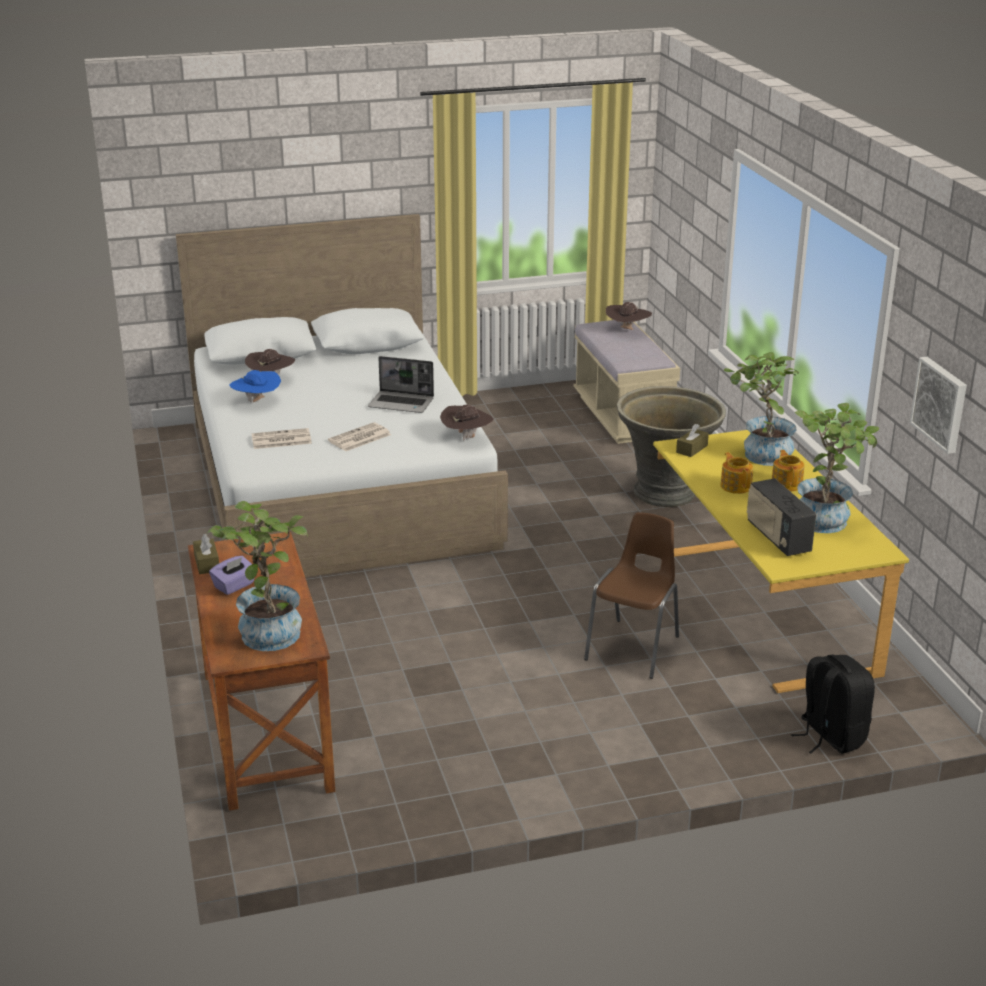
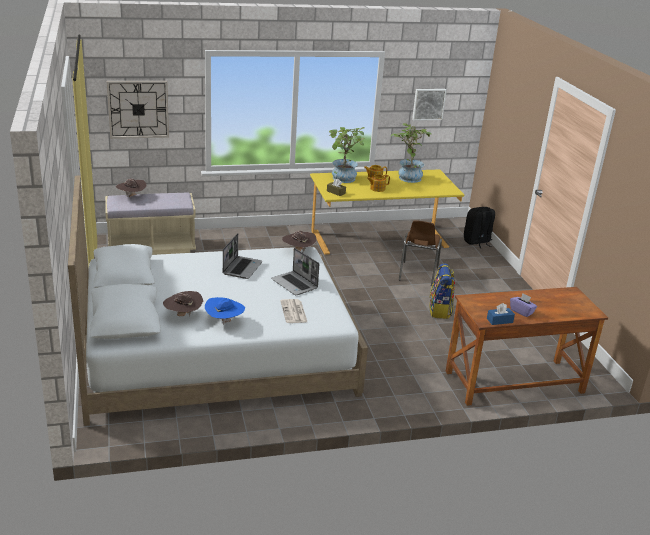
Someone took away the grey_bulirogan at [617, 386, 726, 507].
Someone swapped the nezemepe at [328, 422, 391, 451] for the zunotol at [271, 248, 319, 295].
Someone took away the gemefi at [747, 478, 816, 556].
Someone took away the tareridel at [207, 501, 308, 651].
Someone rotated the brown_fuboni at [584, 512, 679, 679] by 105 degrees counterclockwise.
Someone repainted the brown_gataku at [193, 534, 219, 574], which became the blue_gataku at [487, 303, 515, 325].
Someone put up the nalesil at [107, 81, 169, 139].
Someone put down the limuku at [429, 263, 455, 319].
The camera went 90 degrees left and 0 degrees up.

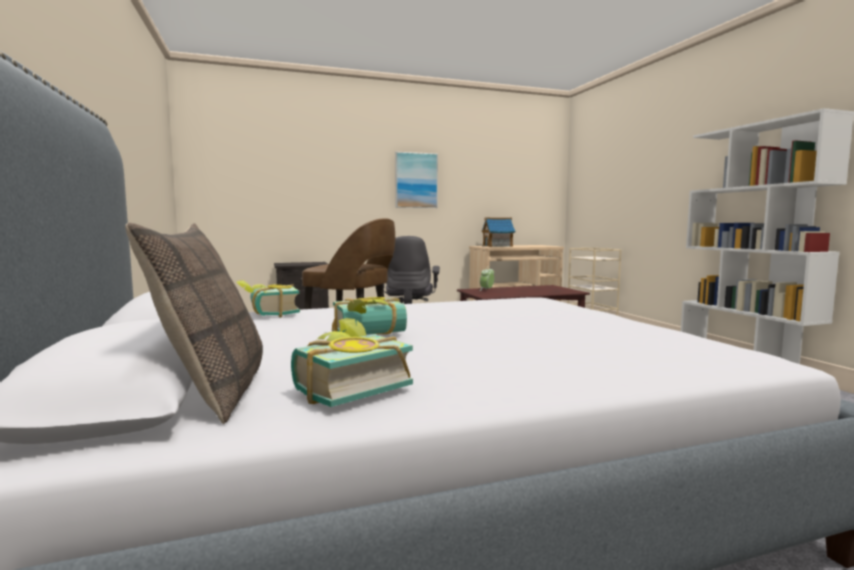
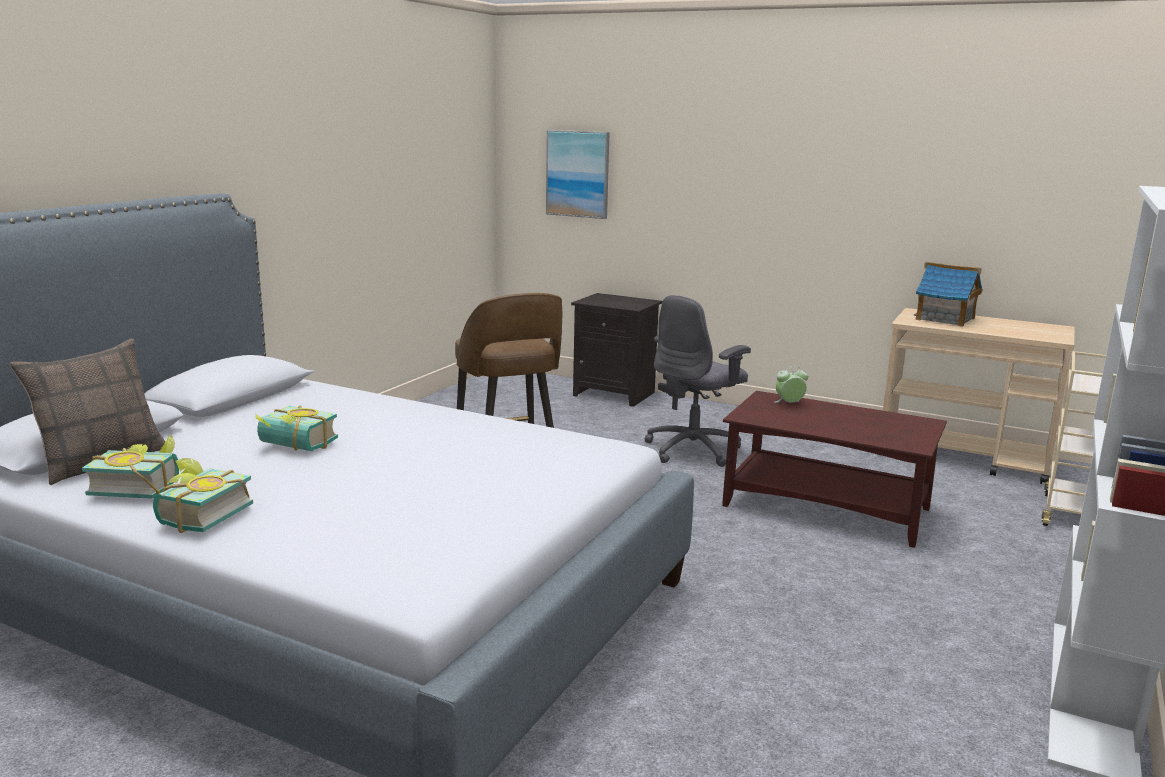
Someone carried the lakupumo from [395, 152, 438, 208] to [546, 130, 610, 219].
Someone carried the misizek from [236, 280, 300, 318] to [153, 458, 253, 533].
The camera went 45 degrees right and 10 degrees up.

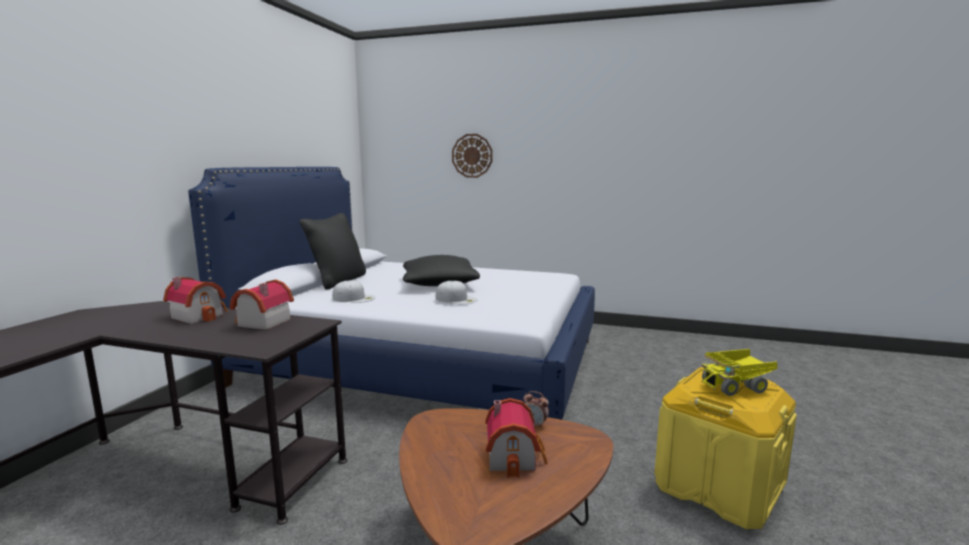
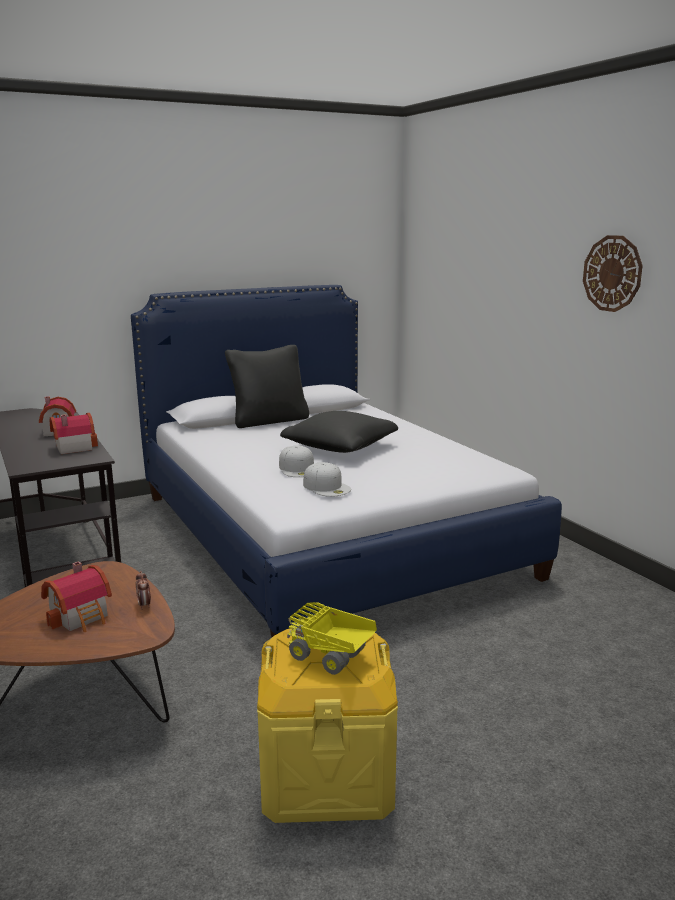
Someone carried the nalesil from [452, 134, 492, 178] to [583, 235, 643, 312].
Someone carried the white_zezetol from [332, 280, 376, 303] to [303, 462, 351, 497].
The camera went 45 degrees right and 5 degrees up.

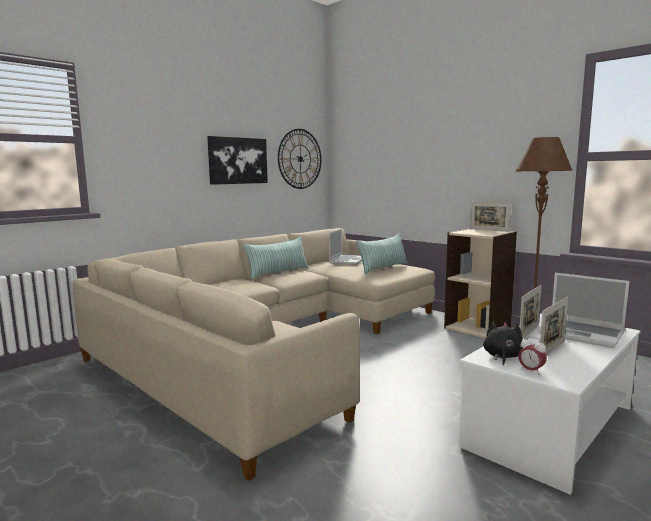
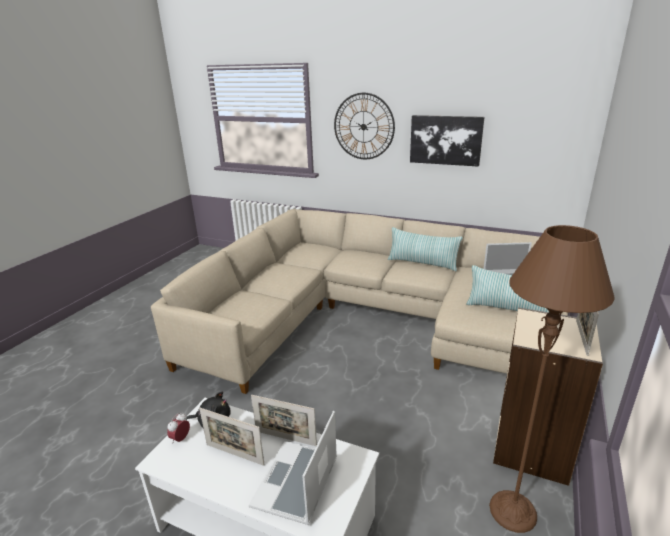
Someone carried the nalesil from [278, 129, 321, 189] to [334, 93, 395, 159].
The camera went 70 degrees right and 15 degrees up.

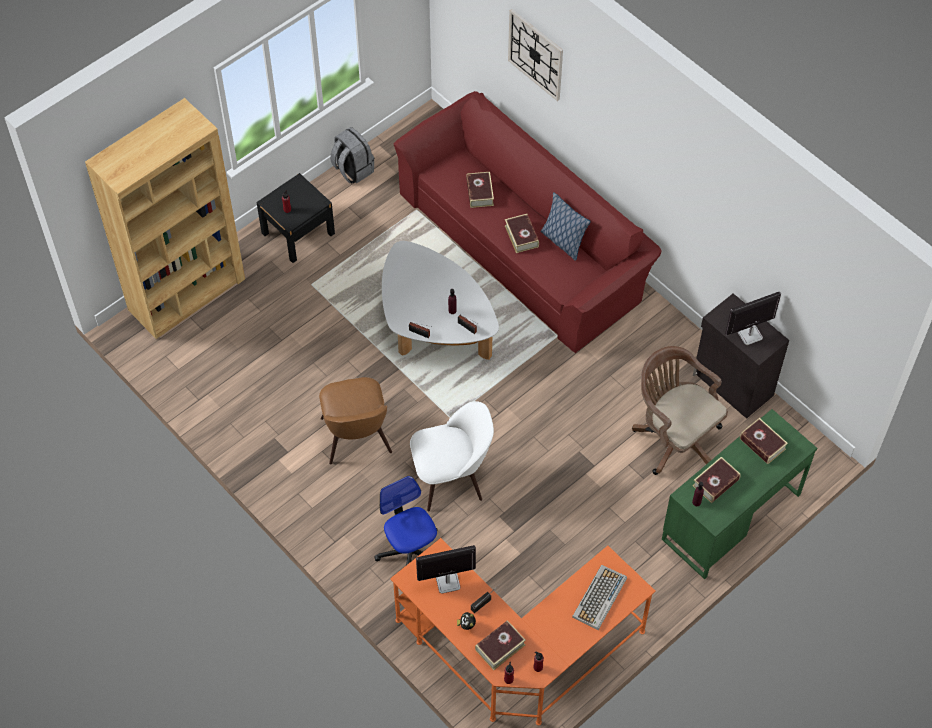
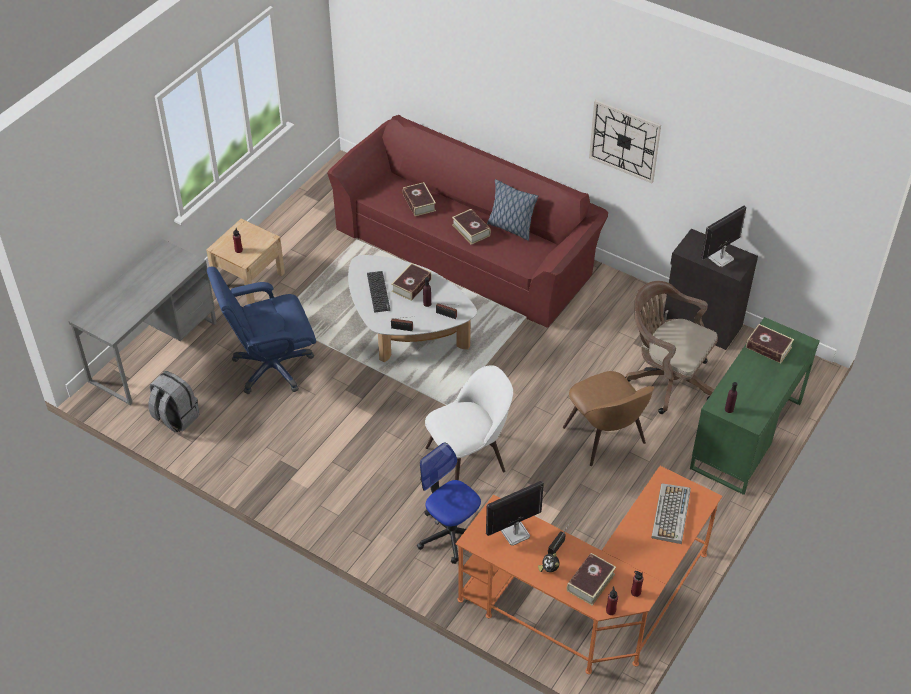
Someone carried the nalesil from [508, 9, 563, 101] to [589, 100, 661, 183].
Someone swapped the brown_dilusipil at [85, 98, 245, 339] for the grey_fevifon at [68, 239, 217, 405].
Someone carried the grey_limuku from [330, 127, 374, 184] to [148, 371, 199, 433].
Someone repainted the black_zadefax at [257, 173, 335, 263], which became the beige_zadefax at [206, 219, 285, 304].
Someone carried the brown_fuboni from [319, 377, 392, 464] to [563, 371, 654, 466].
Someone carried the misizek from [692, 457, 741, 503] to [392, 263, 432, 301].
Someone put down the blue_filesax at [207, 267, 316, 394].
Someone put down the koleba at [367, 271, 390, 313].
The camera went 15 degrees left and 10 degrees down.

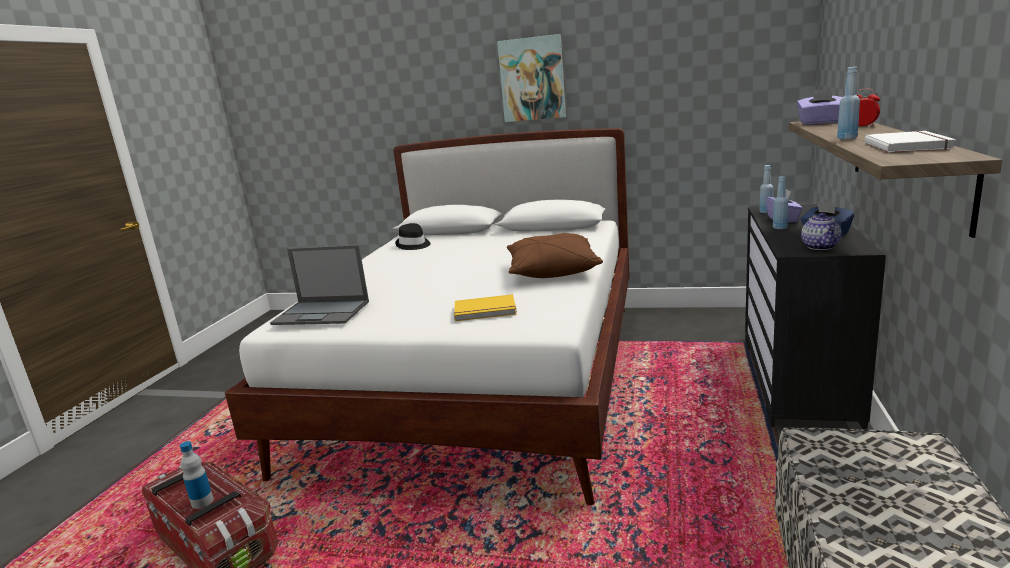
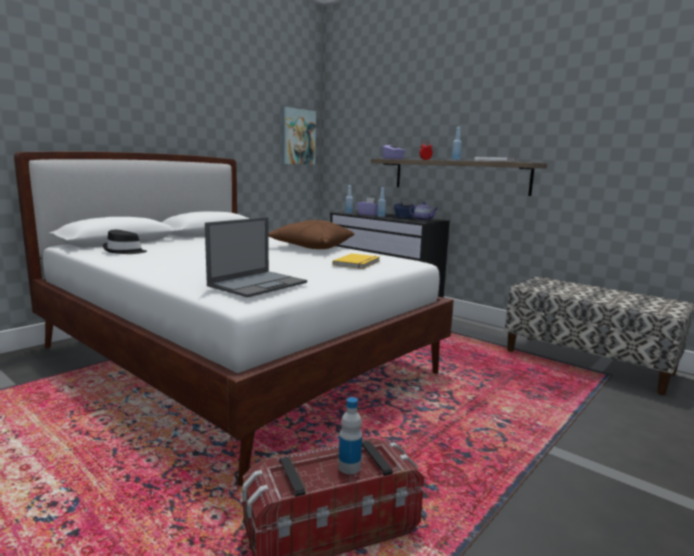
Someone carried the lakupumo from [497, 34, 566, 122] to [282, 107, 316, 165].
The camera went 65 degrees left and 5 degrees down.

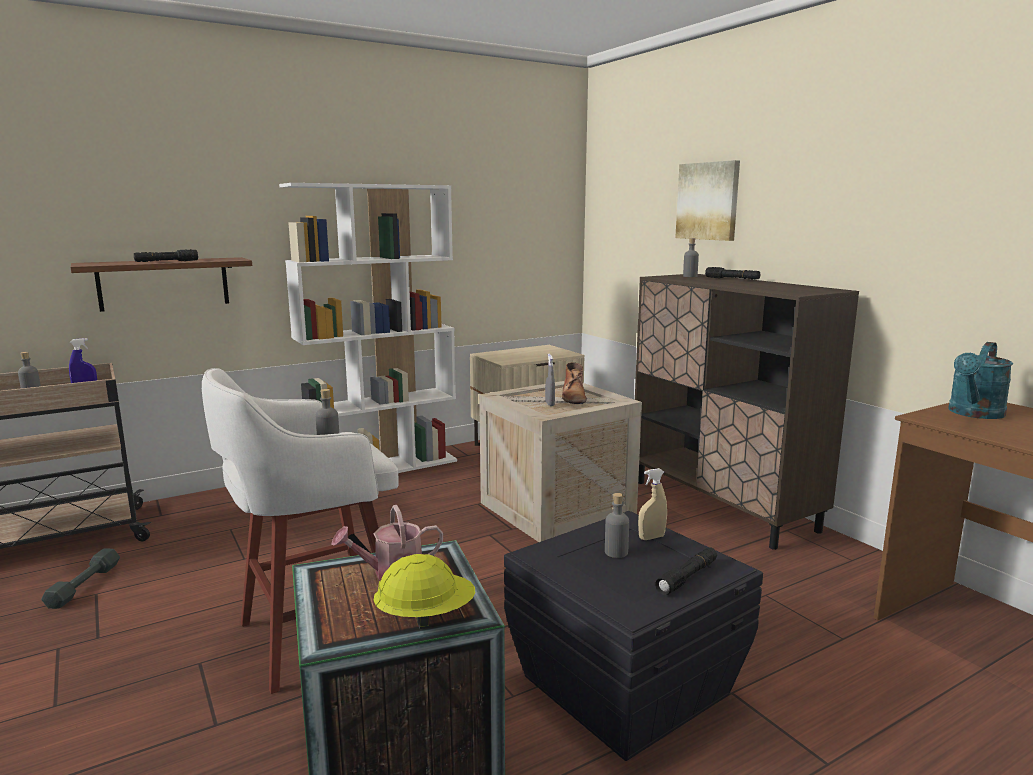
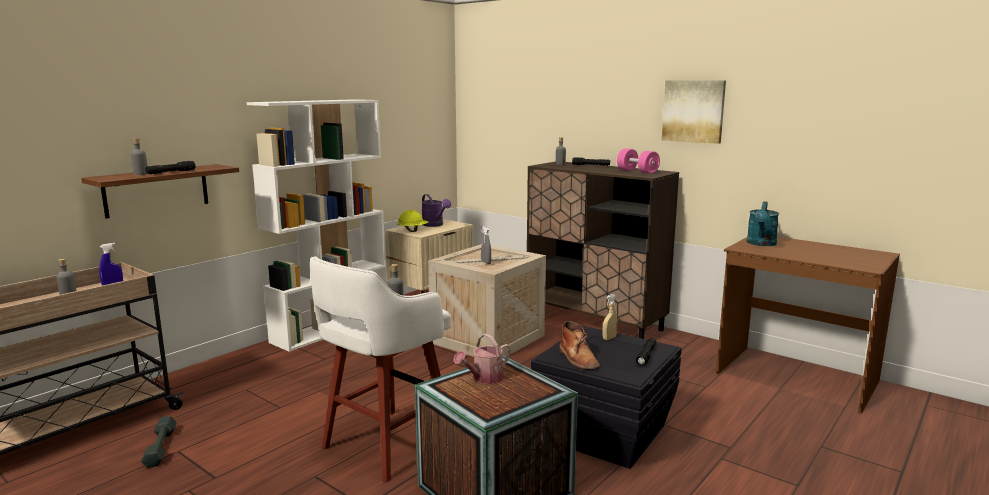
Someone carried the lakupumo from [675, 160, 740, 241] to [662, 80, 726, 144].
Someone carried the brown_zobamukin from [562, 362, 587, 404] to [559, 321, 600, 370].
Someone carried the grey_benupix from [605, 493, 629, 558] to [131, 138, 148, 175].
Someone carried the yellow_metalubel from [374, 554, 475, 629] to [397, 210, 428, 232].
Someone put down the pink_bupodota at [617, 148, 660, 174].
Someone put down the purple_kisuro at [422, 194, 451, 227].
The camera went 20 degrees left and 0 degrees up.

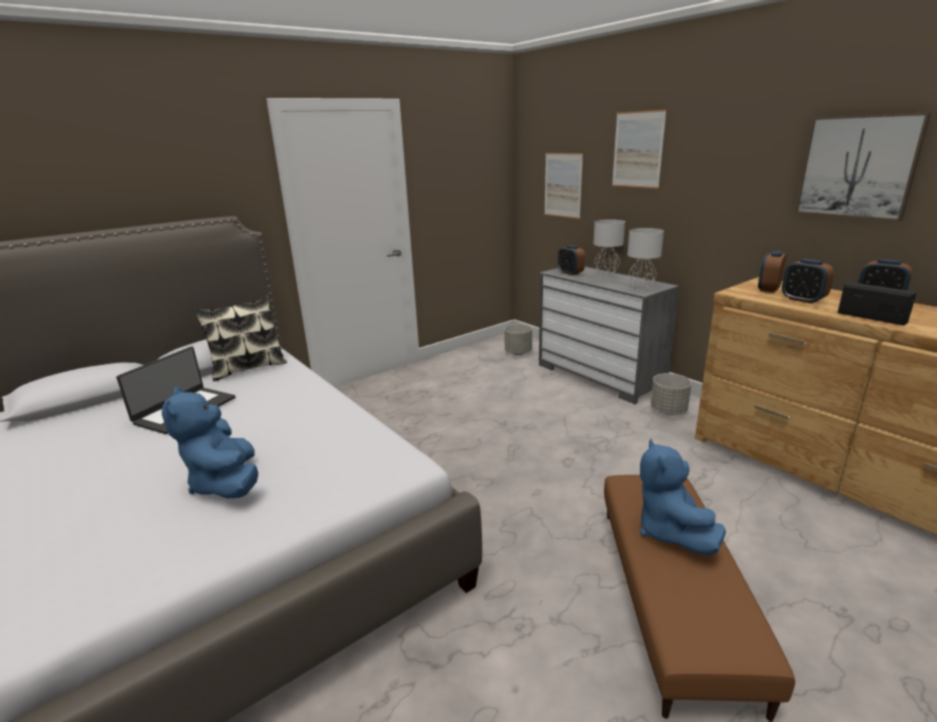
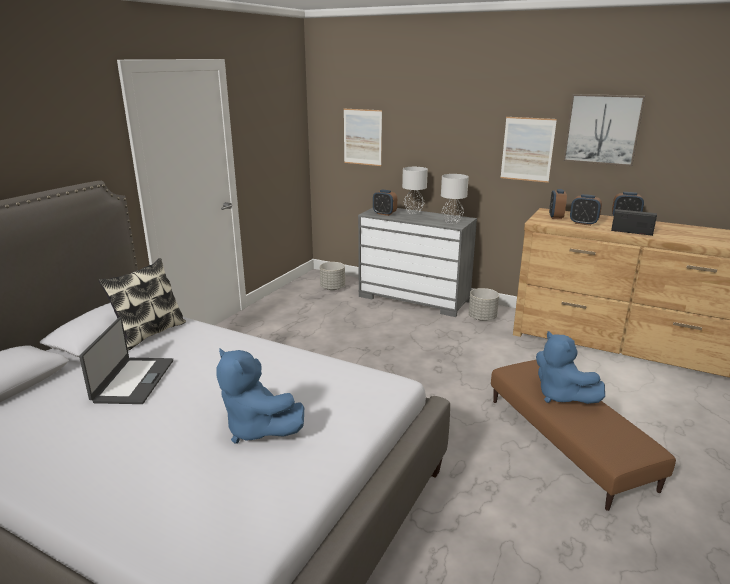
Someone carried the lakupumo from [612, 110, 667, 189] to [500, 117, 557, 183].
The camera went 25 degrees left and 0 degrees up.

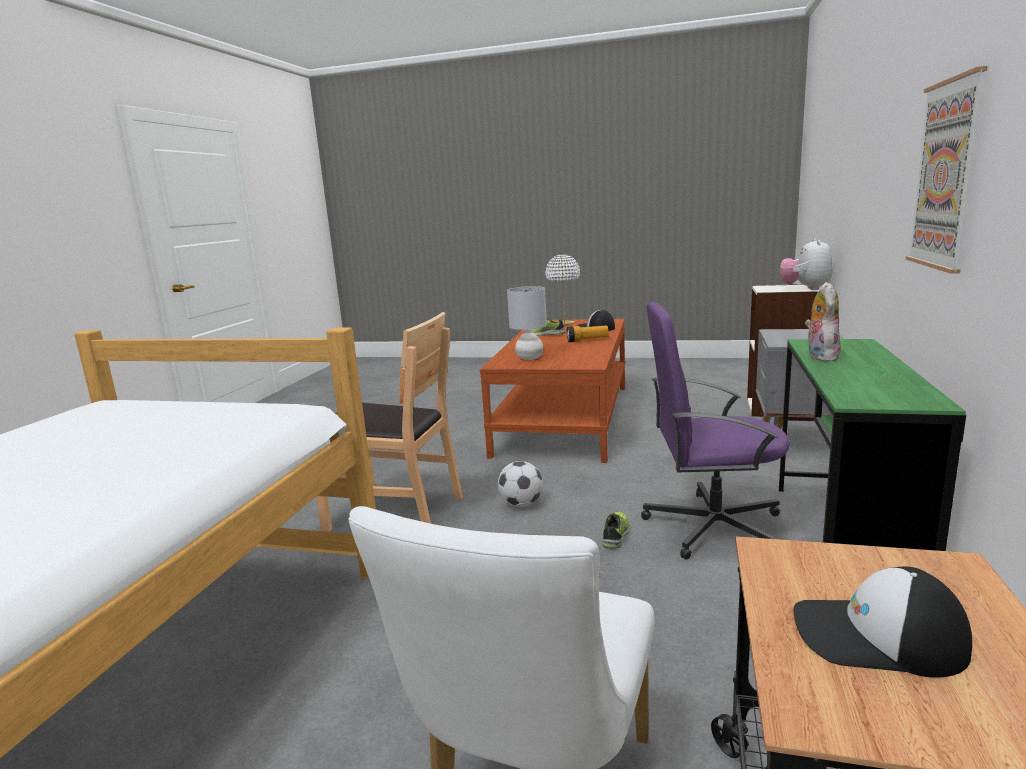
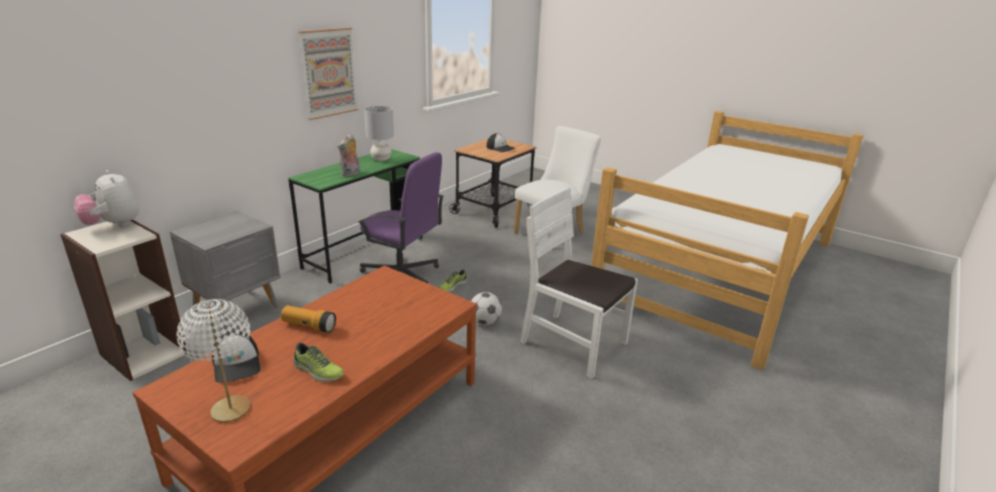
Someone rotated the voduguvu at [780, 238, 833, 290] by 105 degrees clockwise.
Someone carried the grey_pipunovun from [507, 286, 547, 360] to [364, 106, 394, 161].
Someone repainted the brown_fuboni at [316, 312, 463, 532], which became the white_fuboni at [520, 188, 638, 379].
The camera went 160 degrees left and 10 degrees up.

